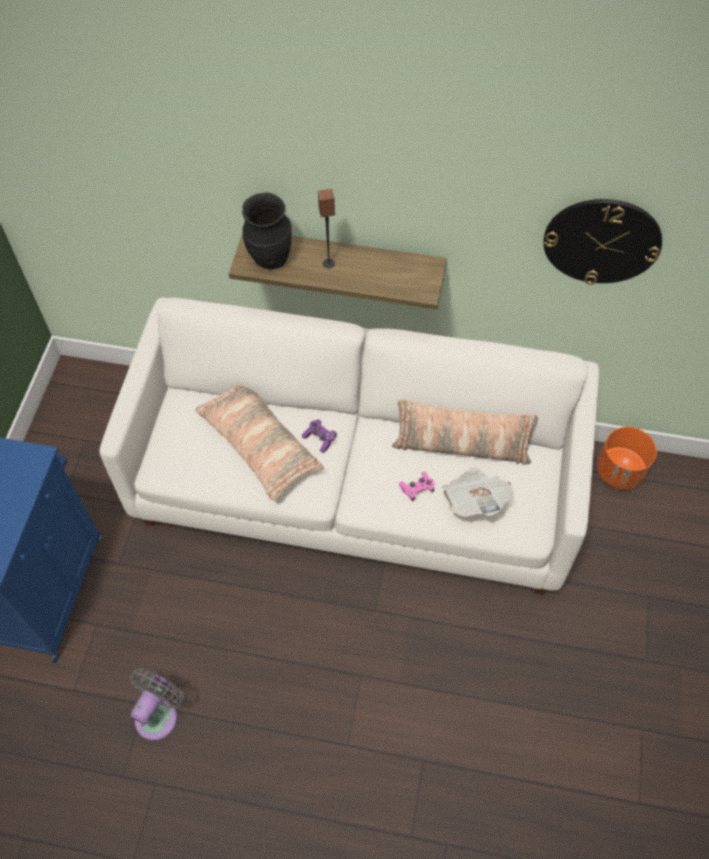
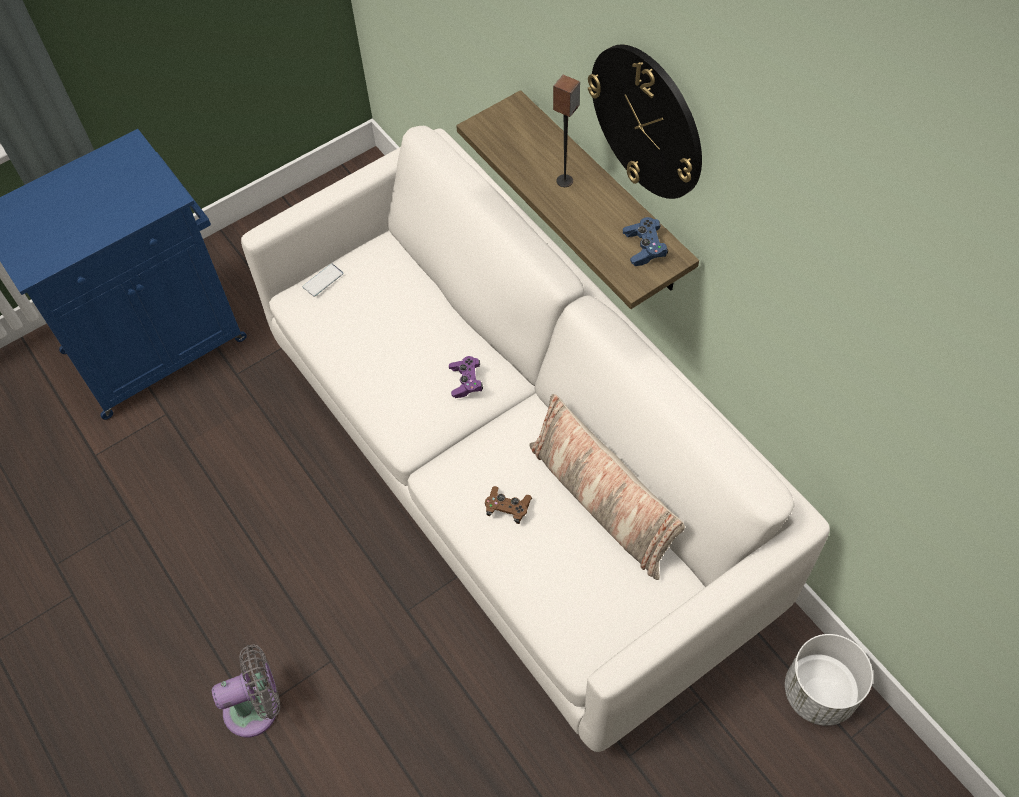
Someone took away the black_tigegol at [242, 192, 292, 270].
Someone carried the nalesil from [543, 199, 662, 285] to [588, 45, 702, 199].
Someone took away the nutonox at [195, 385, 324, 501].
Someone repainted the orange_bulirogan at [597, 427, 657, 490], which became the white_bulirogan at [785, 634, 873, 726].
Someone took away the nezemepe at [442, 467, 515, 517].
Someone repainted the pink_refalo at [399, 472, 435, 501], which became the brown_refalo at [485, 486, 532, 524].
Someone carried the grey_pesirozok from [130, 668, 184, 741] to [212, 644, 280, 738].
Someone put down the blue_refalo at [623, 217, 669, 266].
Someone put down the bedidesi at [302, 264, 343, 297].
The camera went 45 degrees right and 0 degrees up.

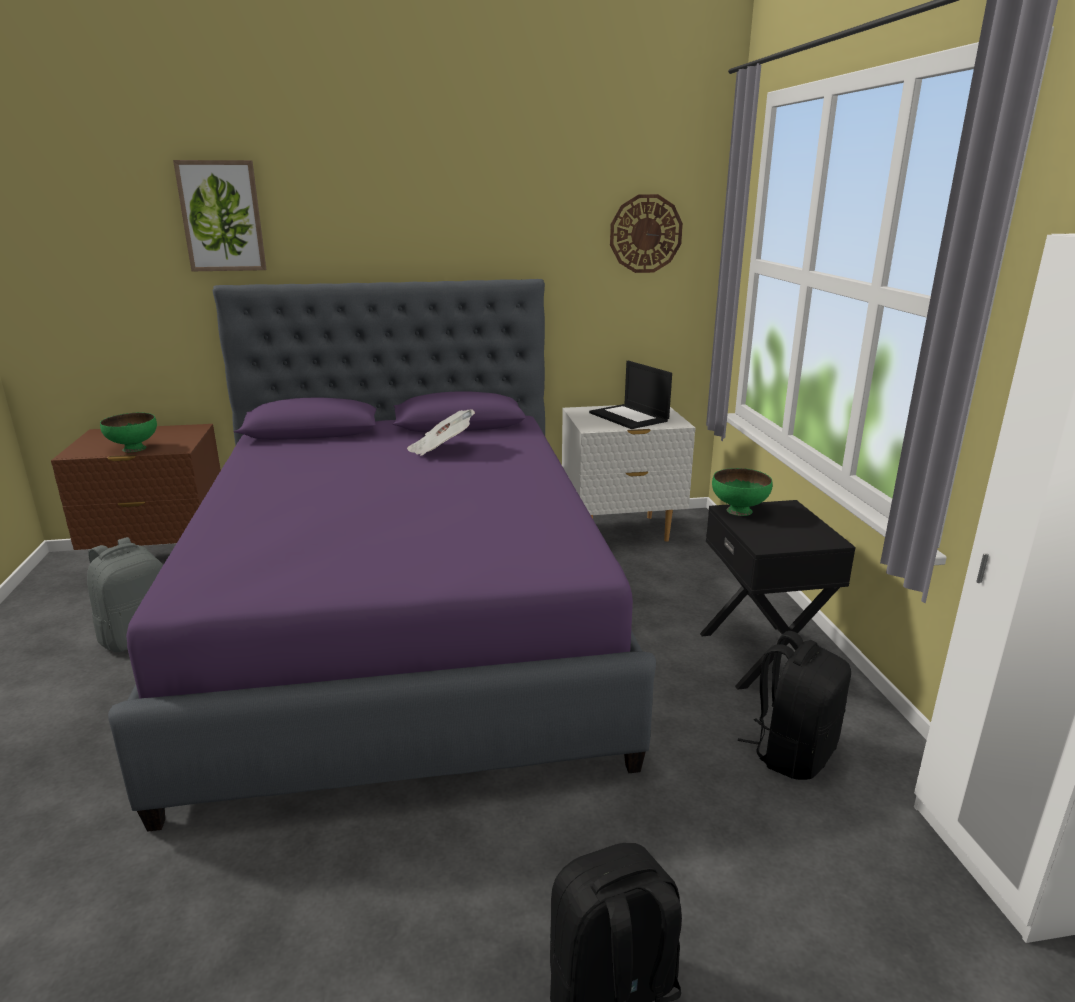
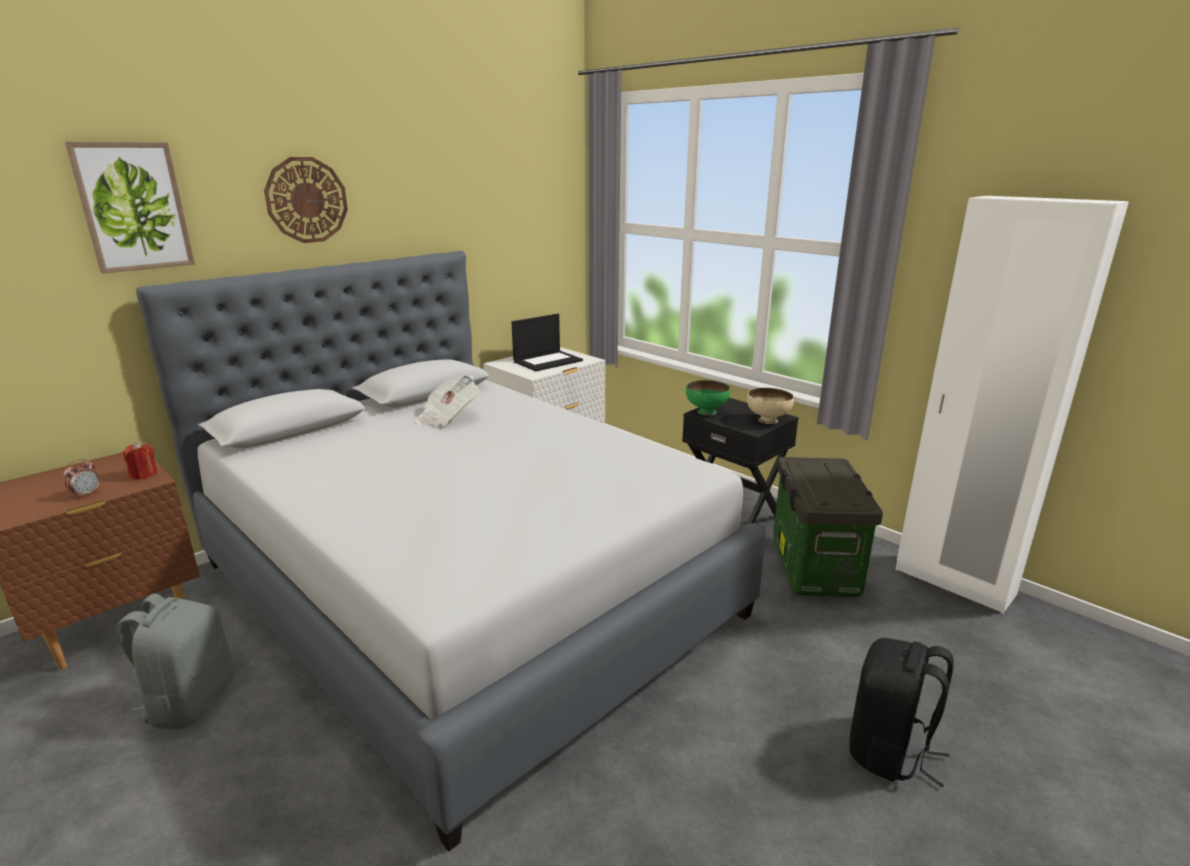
Someone carried the nalesil from [610, 194, 683, 273] to [264, 157, 348, 243].
Someone repainted the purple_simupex at [108, 279, 656, 832], which became the grey_simupex at [136, 251, 766, 852].
Someone rotated the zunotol at [589, 361, 672, 429] by 60 degrees counterclockwise.
Someone swapped the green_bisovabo at [100, 413, 157, 452] for the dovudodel at [64, 459, 100, 499].
Someone swapped the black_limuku at [738, 631, 851, 780] for the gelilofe at [773, 457, 883, 597].
Someone put down the beige_bisovabo at [747, 388, 794, 424].
Someone put down the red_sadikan at [123, 442, 158, 480].
The camera went 35 degrees left and 0 degrees up.

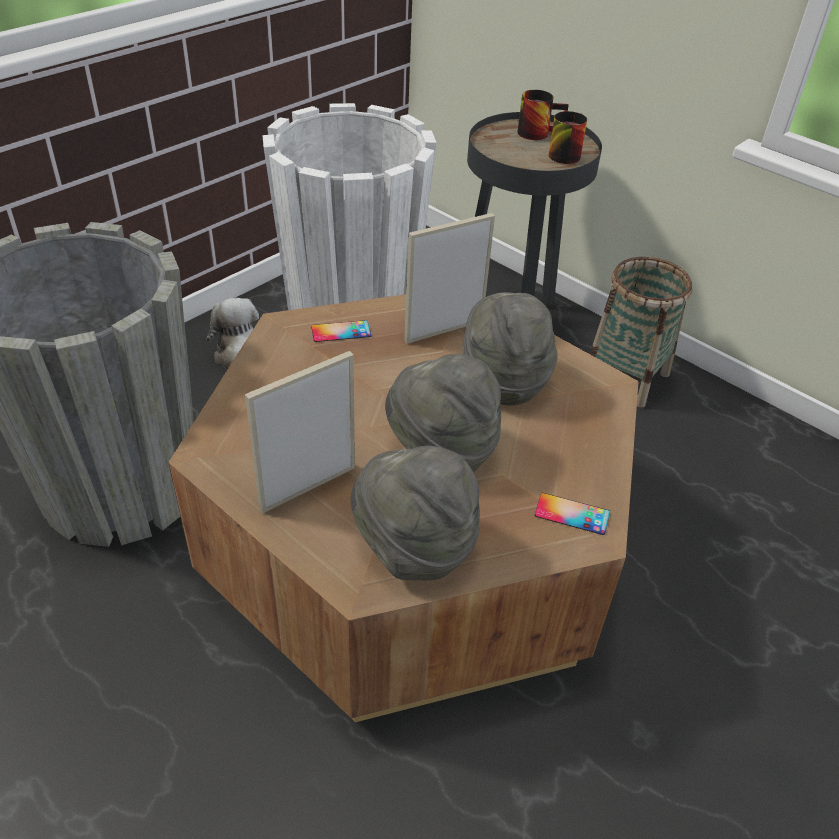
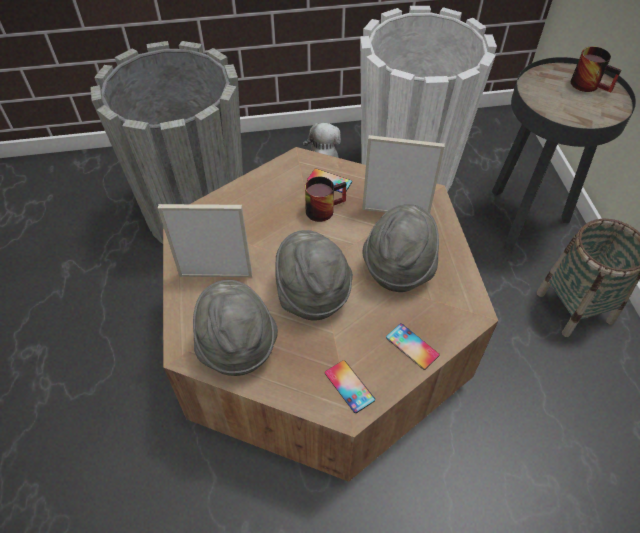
Someone carried the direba from [549, 111, 587, 164] to [305, 177, 346, 222].
Someone put down the bedidesi at [386, 323, 440, 370].
The camera went 40 degrees right and 10 degrees up.

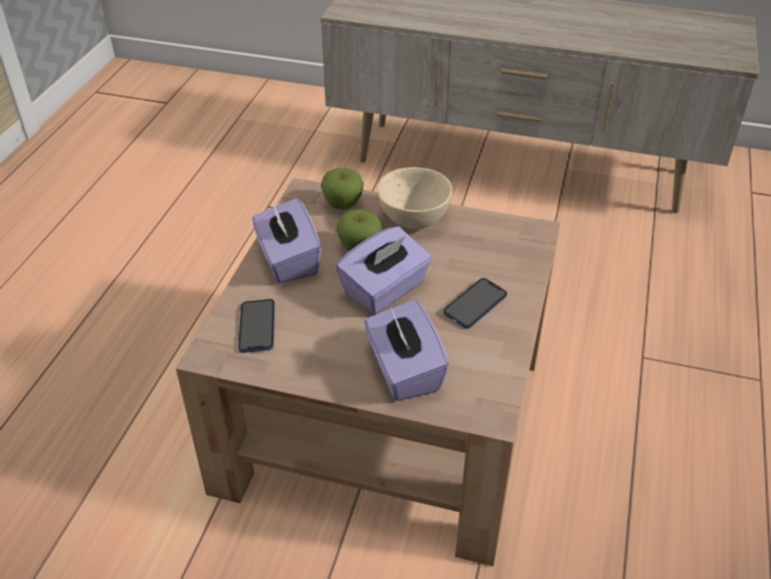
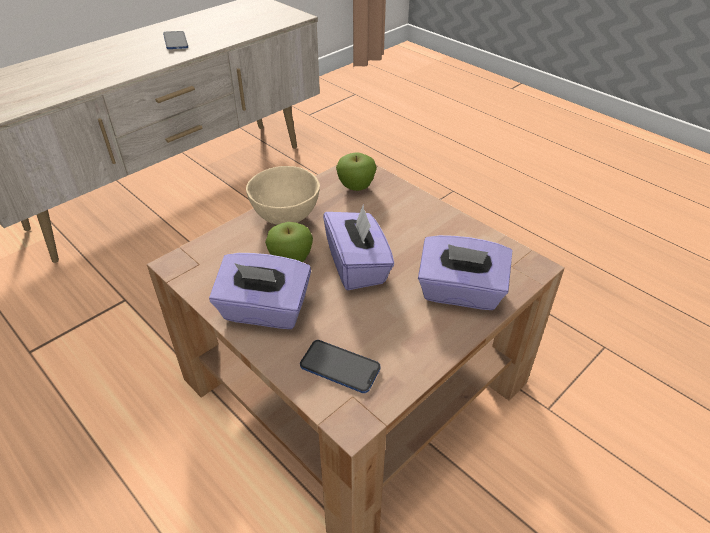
Someone carried the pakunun from [321, 168, 364, 210] to [336, 152, 377, 191].
Someone carried the bedidesi from [443, 278, 507, 329] to [163, 31, 188, 49].
The camera went 60 degrees left and 0 degrees up.

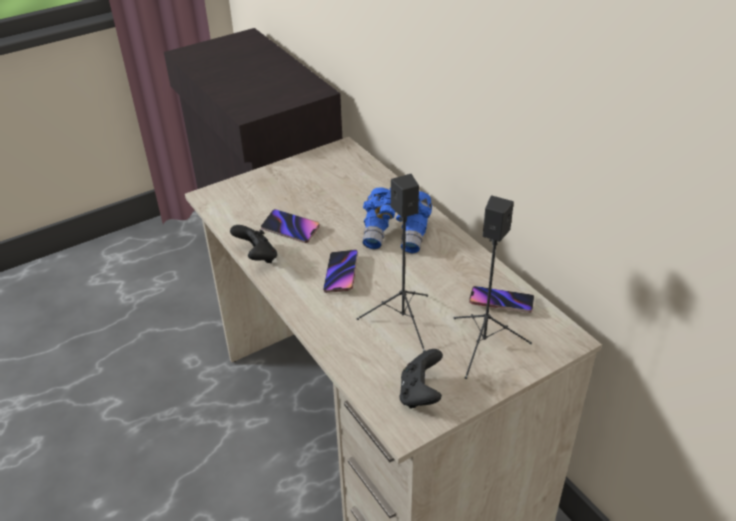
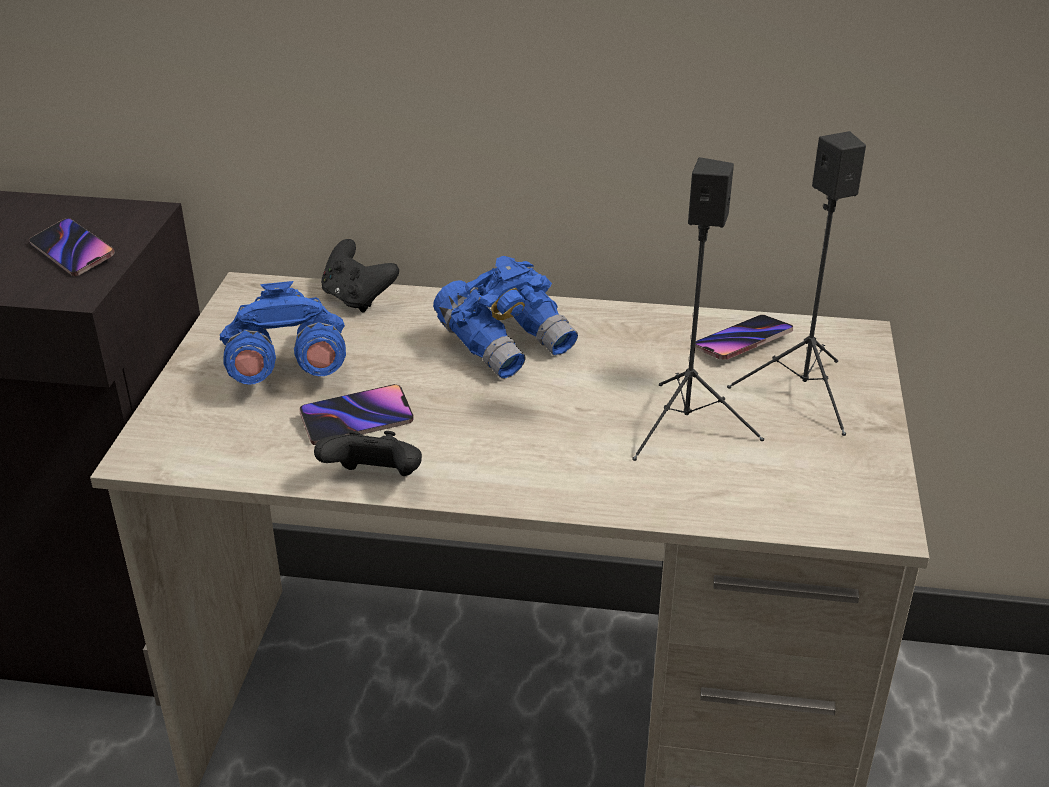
Someone carried the bedidesi from [323, 250, 358, 293] to [29, 218, 115, 276].
Someone carried the black_refalo from [399, 349, 443, 409] to [321, 239, 399, 312].
Someone put down the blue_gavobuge at [220, 281, 346, 385].
The camera went 50 degrees left and 5 degrees down.

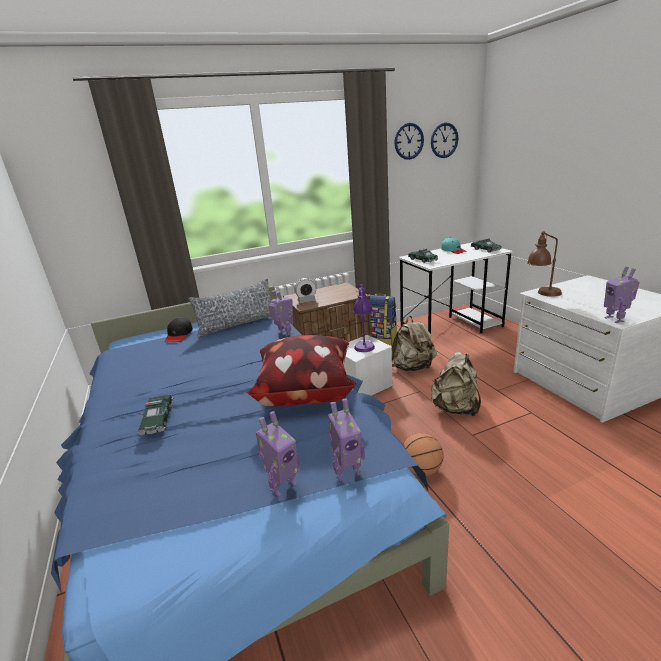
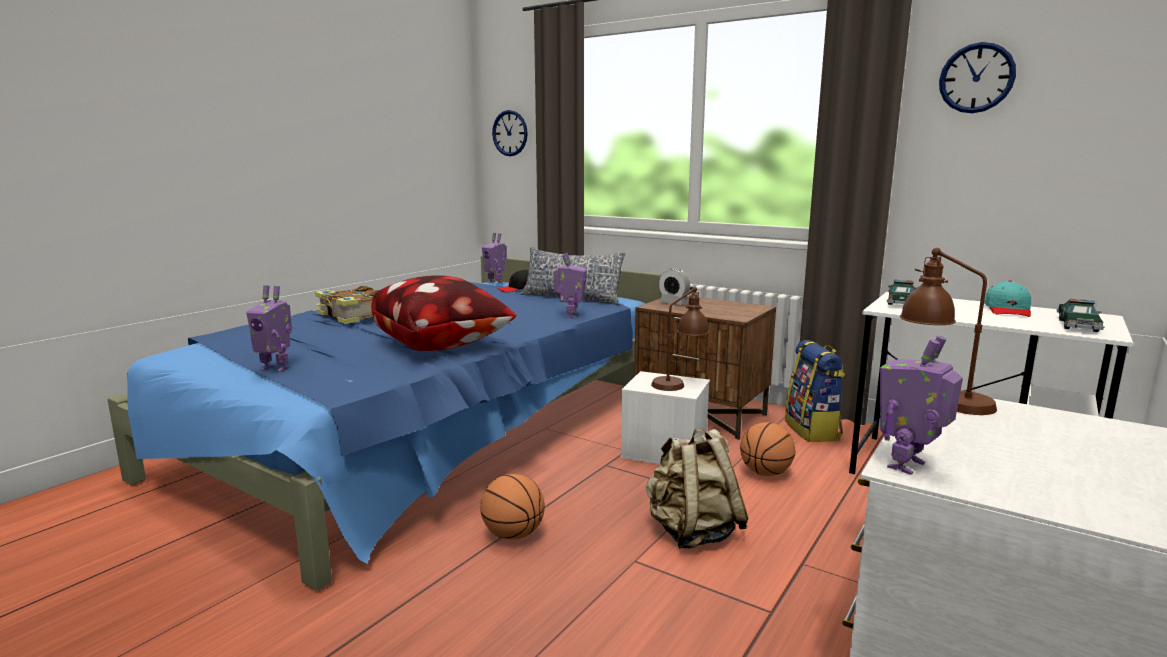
Someone carried the nalesil from [431, 122, 458, 158] to [492, 110, 528, 156].
Someone repainted the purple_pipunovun at [353, 284, 375, 352], which became the brown_pipunovun at [651, 287, 709, 391].
Someone swapped the beige_limuku at [392, 316, 437, 371] for the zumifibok at [740, 422, 796, 476].
Someone swapped the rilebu at [138, 395, 173, 435] for the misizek at [315, 286, 379, 324].
Someone carried the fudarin from [328, 399, 365, 481] to [482, 233, 507, 285].
The camera went 55 degrees right and 10 degrees down.

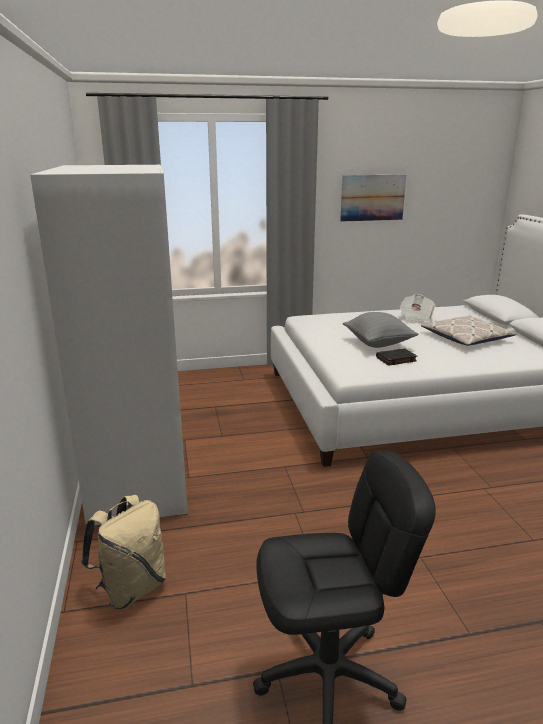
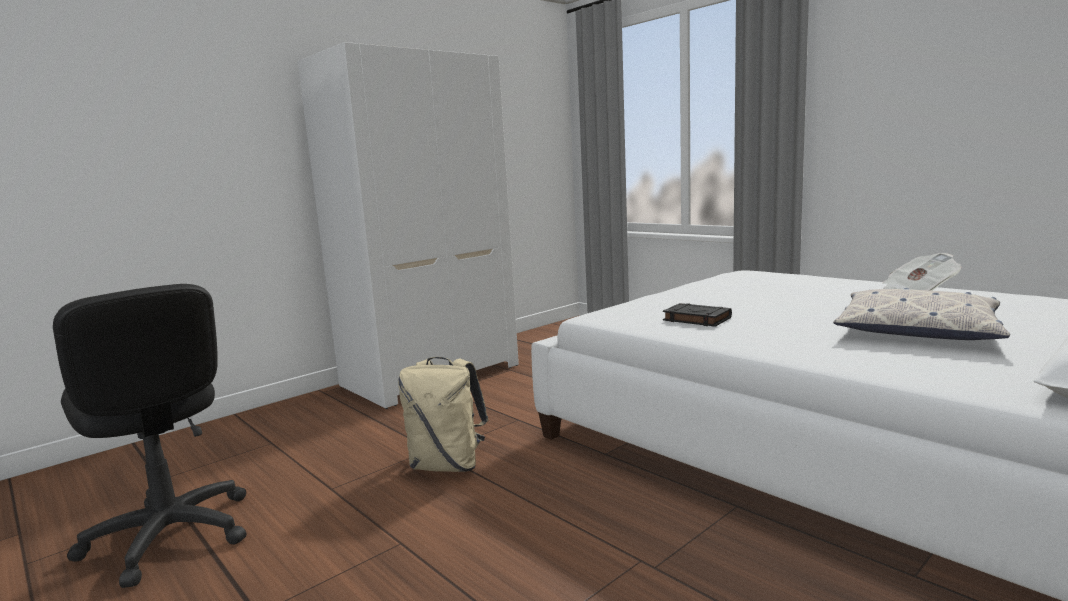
Someone took away the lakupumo at [340, 175, 406, 222].
Someone took away the grey_nutonox at [343, 312, 418, 348].
Someone carried the beige_limuku from [81, 495, 166, 609] to [398, 357, 488, 472].
The camera went 60 degrees right and 10 degrees down.

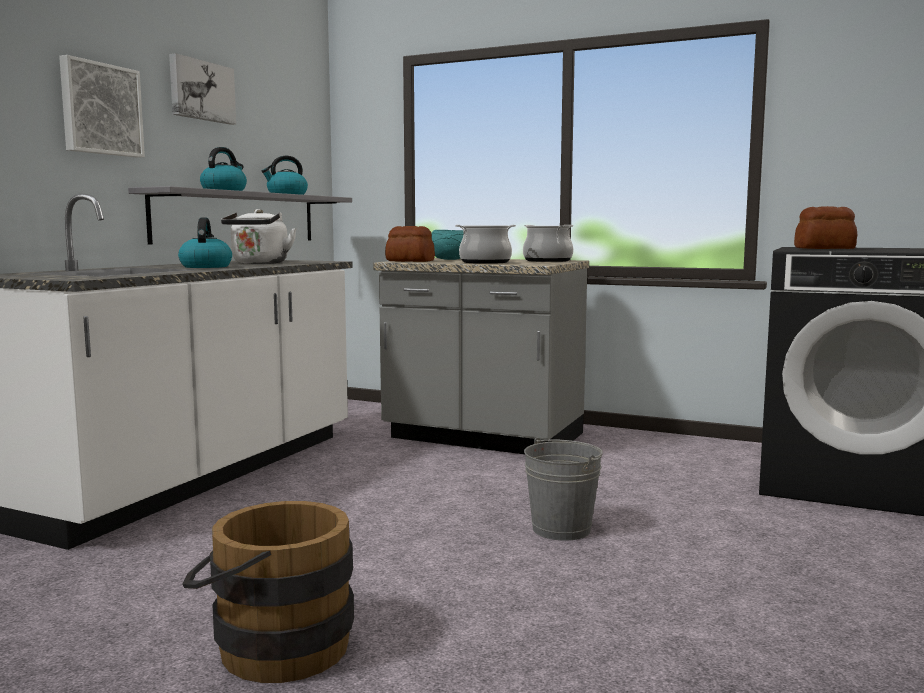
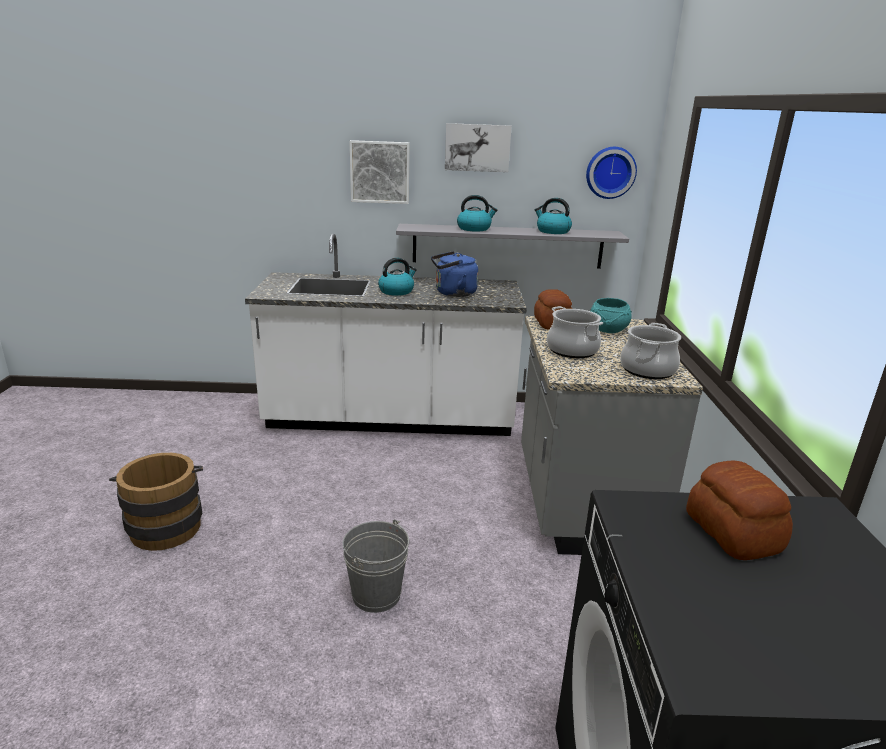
Someone repainted the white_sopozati at [221, 209, 297, 264], which became the blue_sopozati at [431, 251, 478, 297].
Someone put up the nalesil at [586, 147, 637, 199].
The camera went 65 degrees right and 15 degrees up.

